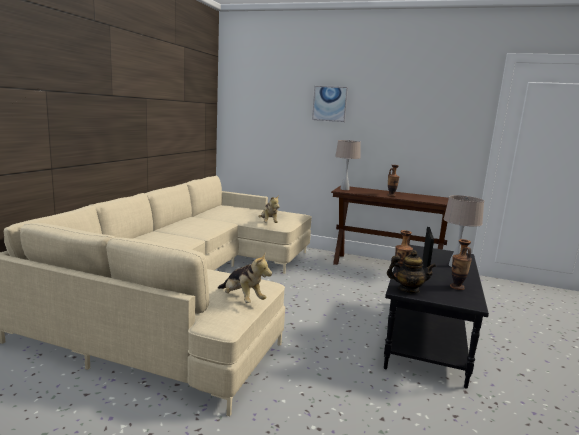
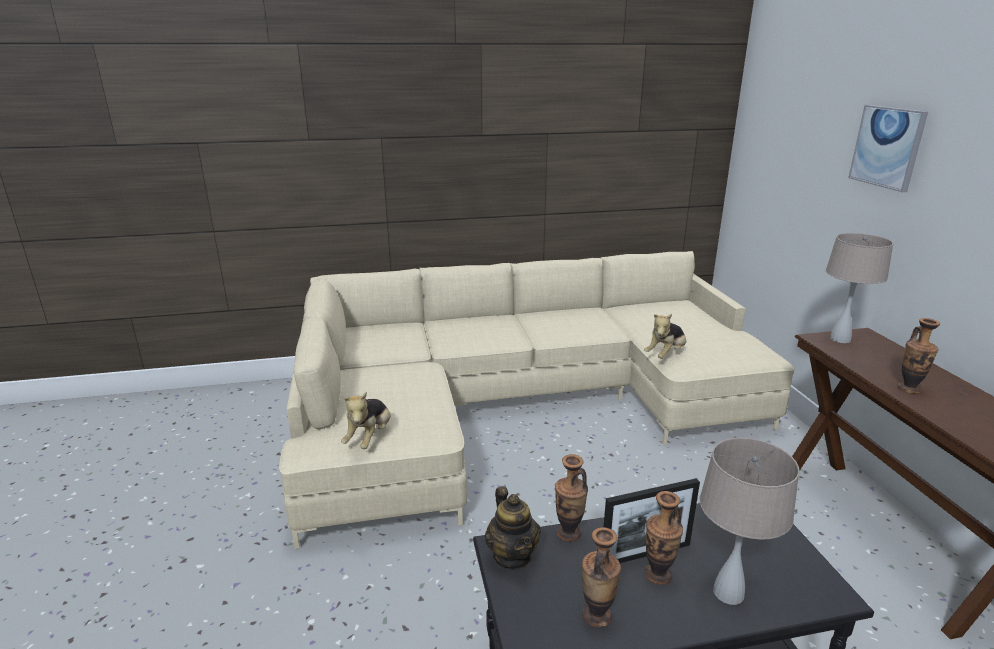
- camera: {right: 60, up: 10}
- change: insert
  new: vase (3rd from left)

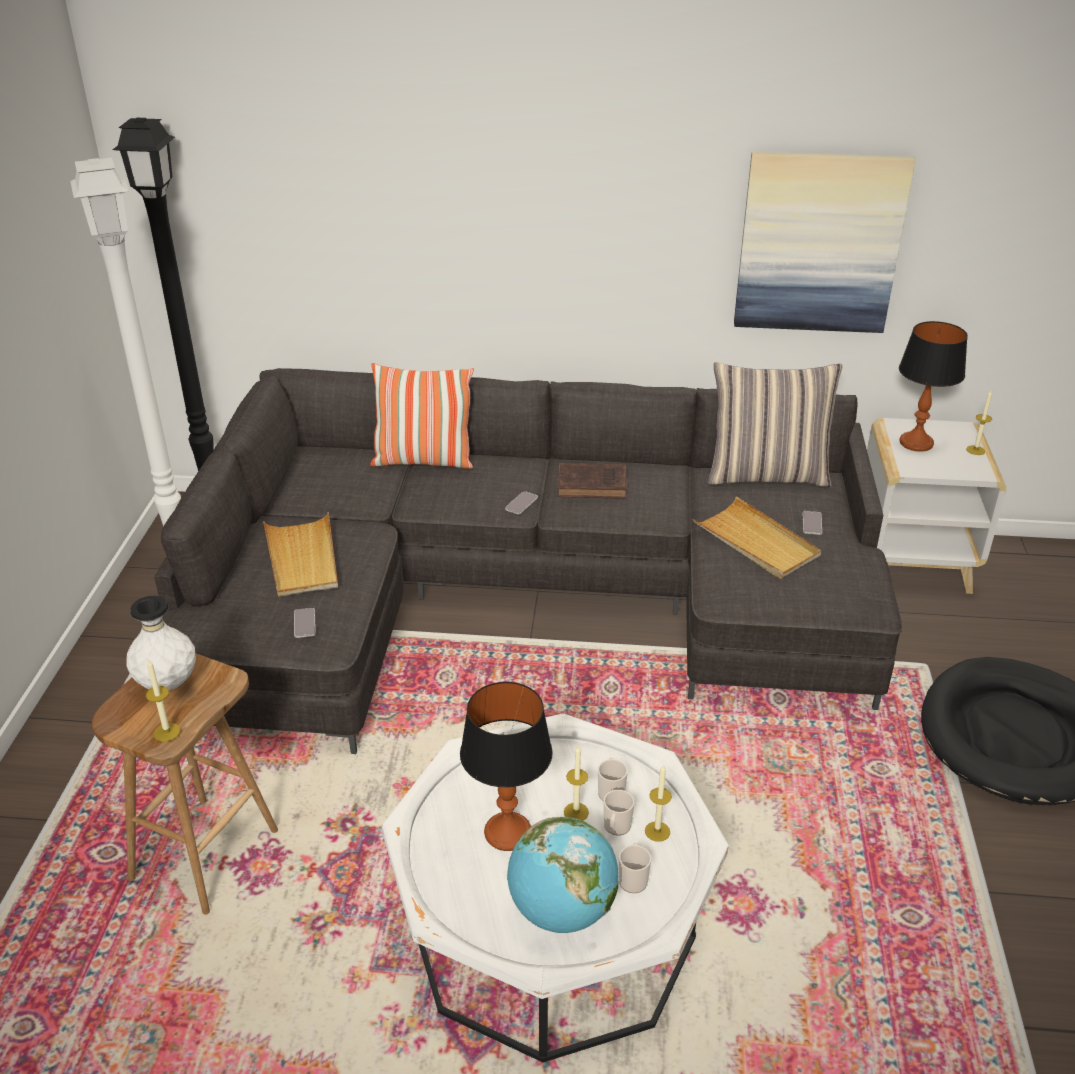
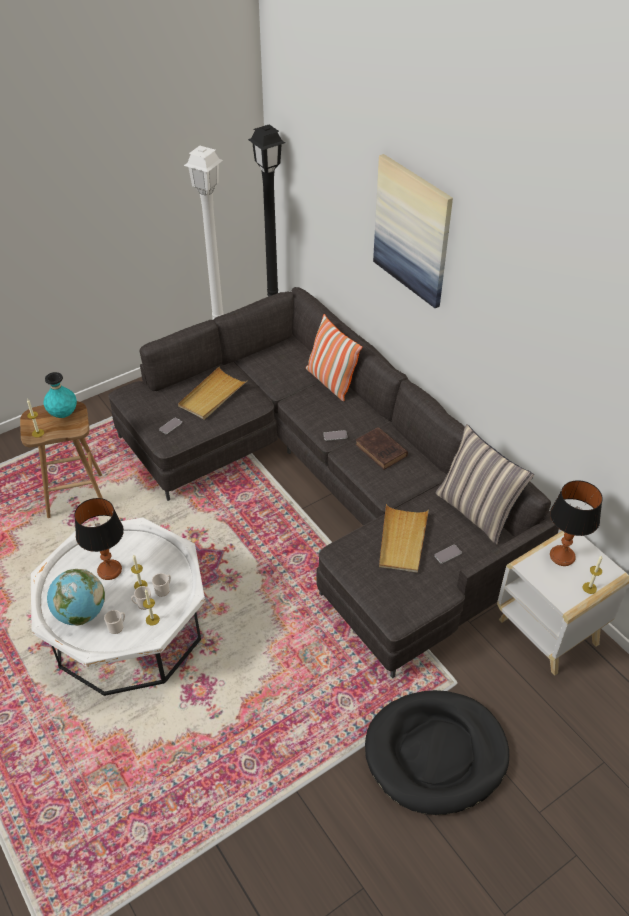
- camera: {right: 50, up: 10}
- change: move
  old: tableau
- change: recolor
  old: vase/blanc
  new: vase/turquoise

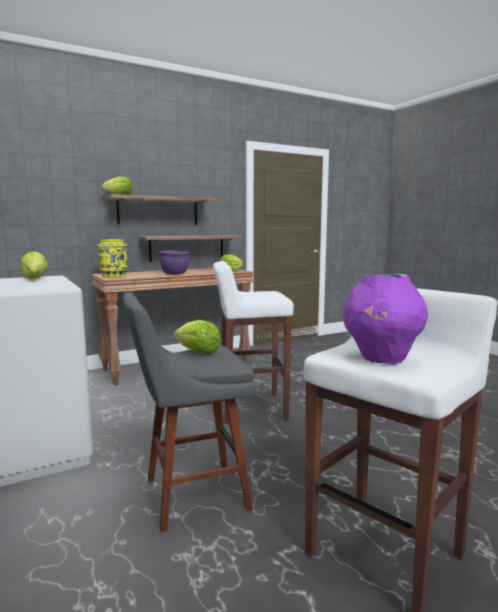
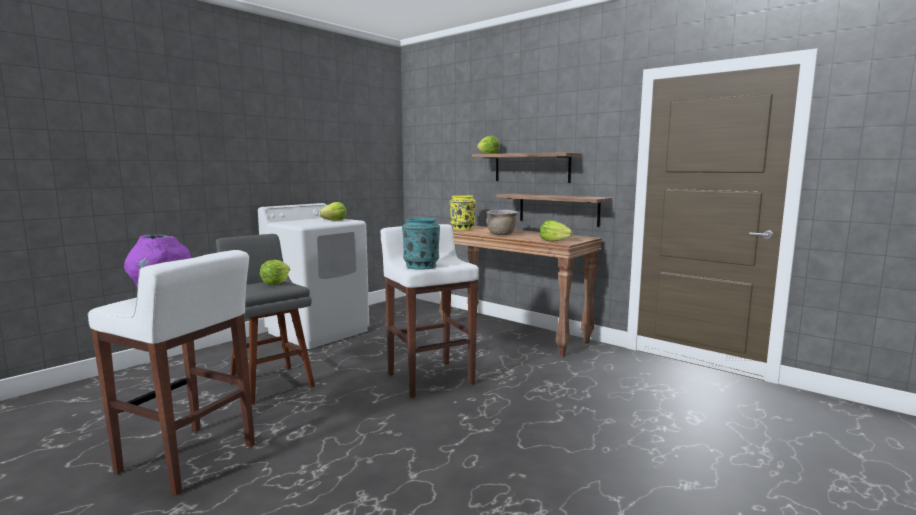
- camera: {right: 70, up: 0}
- change: insert
  new: vase/turquoise
- change: recolor
  old: marmite/violet
  new: marmite/marron

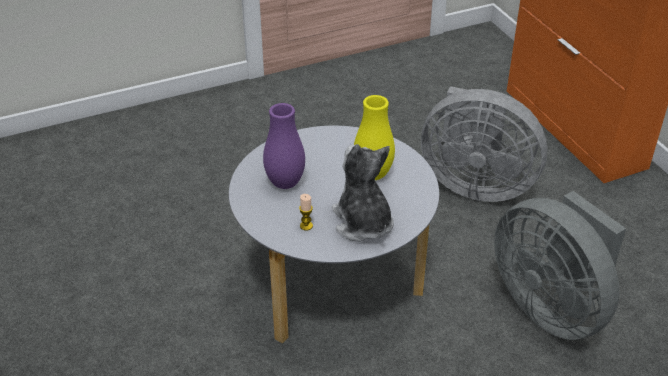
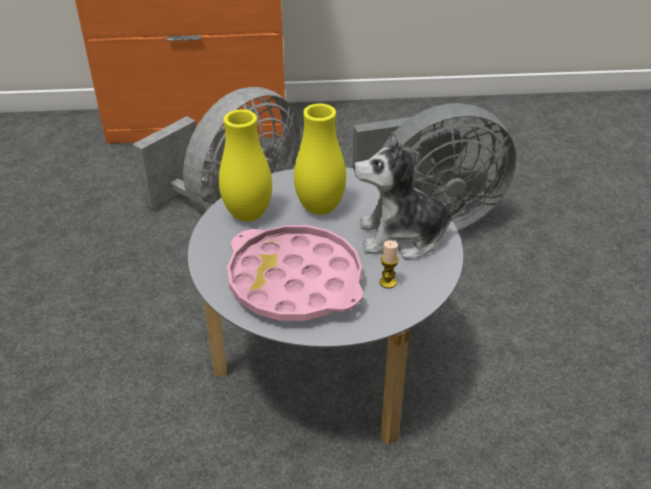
- camera: {right: -70, up: 0}
- change: insert
  new: vase/jaune (1st from left)
- change: replace
  old: vase/violet
  new: plateau/rose

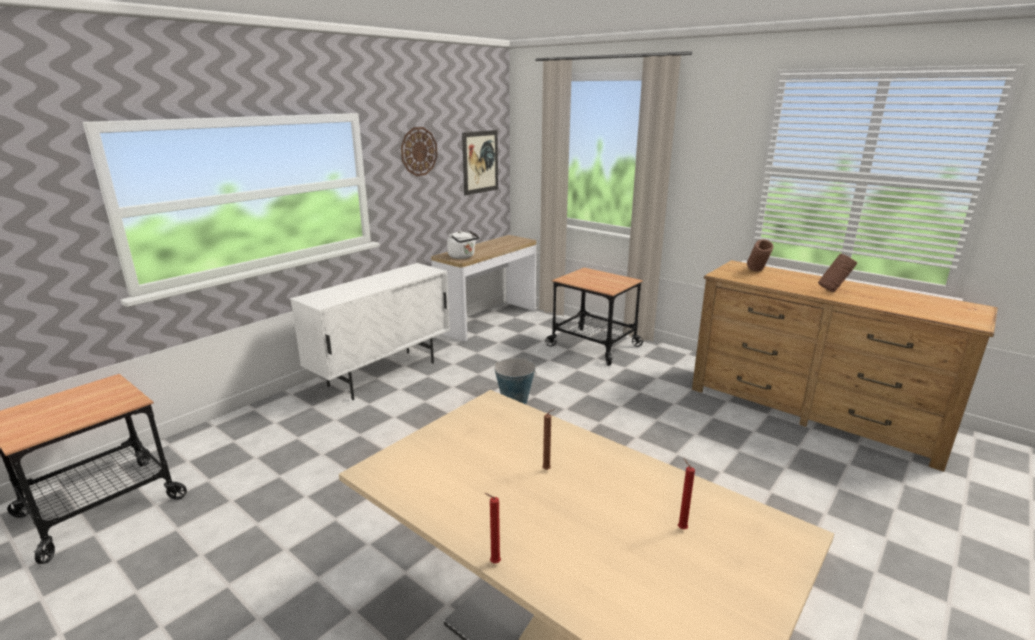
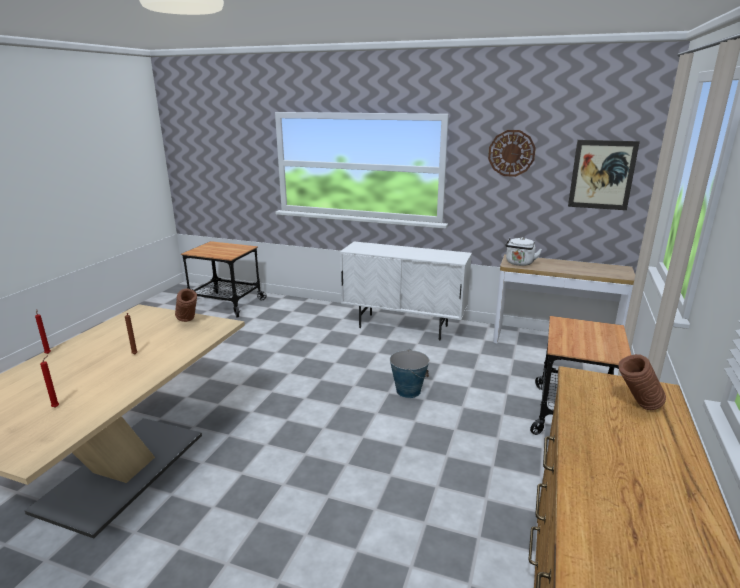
- camera: {right: 70, up: 0}
- change: move
  old: vase/marron (2nd from left in the first image)
  new: vase/marron (1st from left)

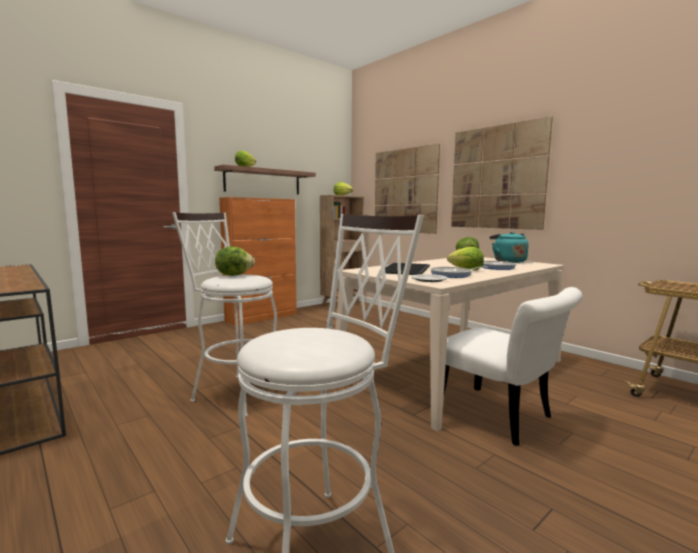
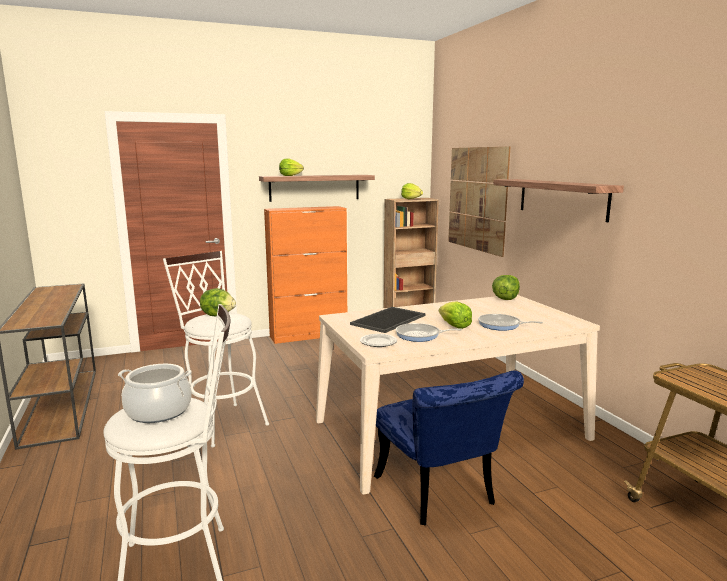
- camera: {right: 20, up: 5}
- change: delete
  old: bouilloire/turquoise
- change: insert
  new: marmite
- change: replace
  old: tableau (2nd from left)
  new: étagère (2nd from left)
- change: recolor
  old: chaise/blanc
  new: chaise/bleu

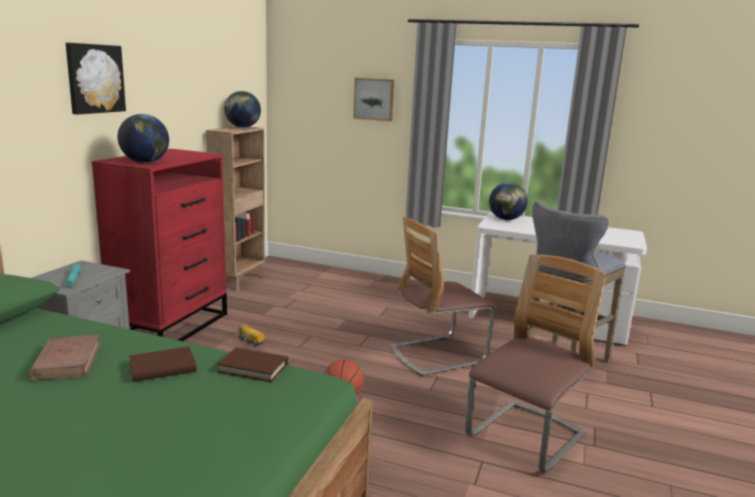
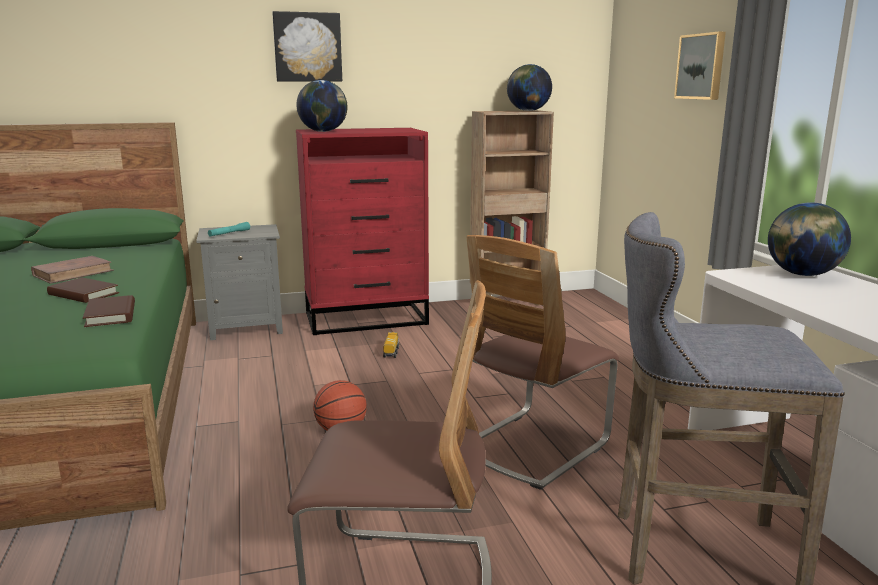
- camera: {right: 55, up: 0}
- change: rotate
  old: chaise (1st from left in the first image)
  degrees: -75

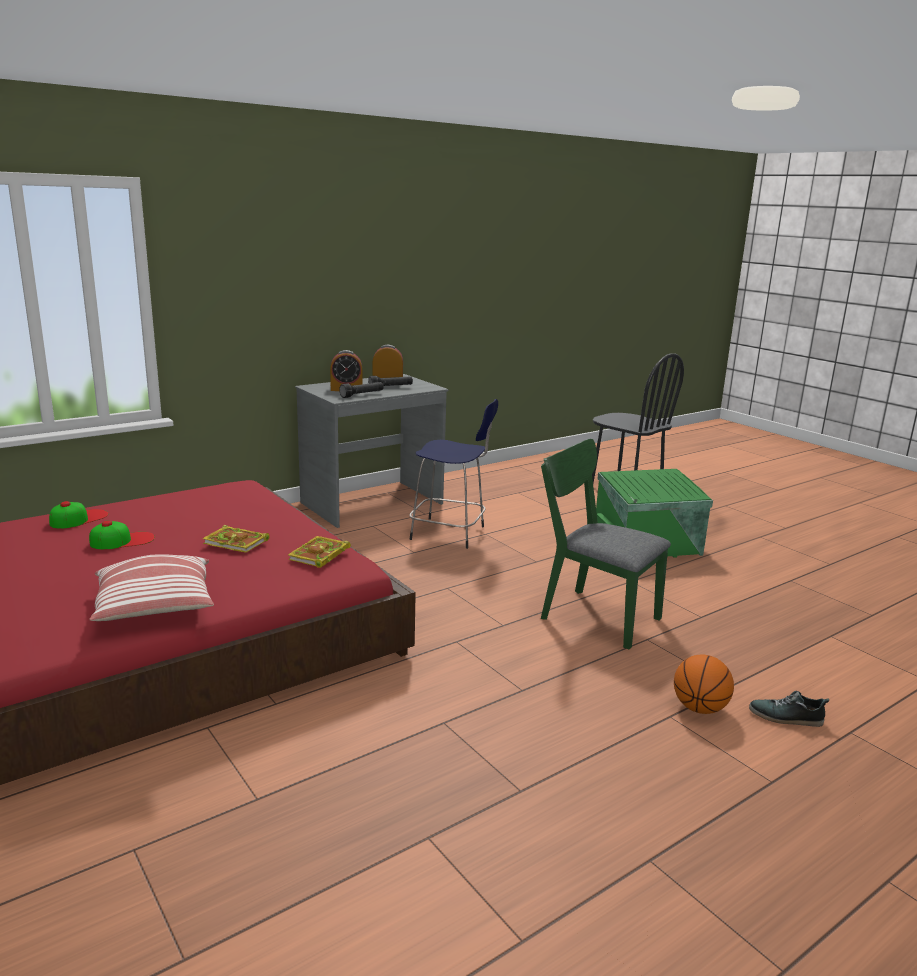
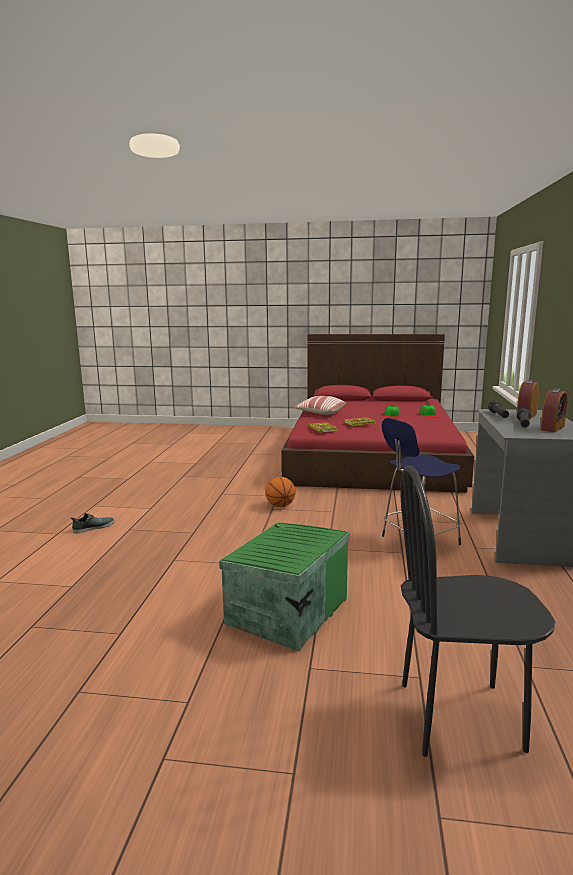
- camera: {right: 135, up: -5}
- change: delete
  old: chaise/vert
- change: move
  old: ballon de basket

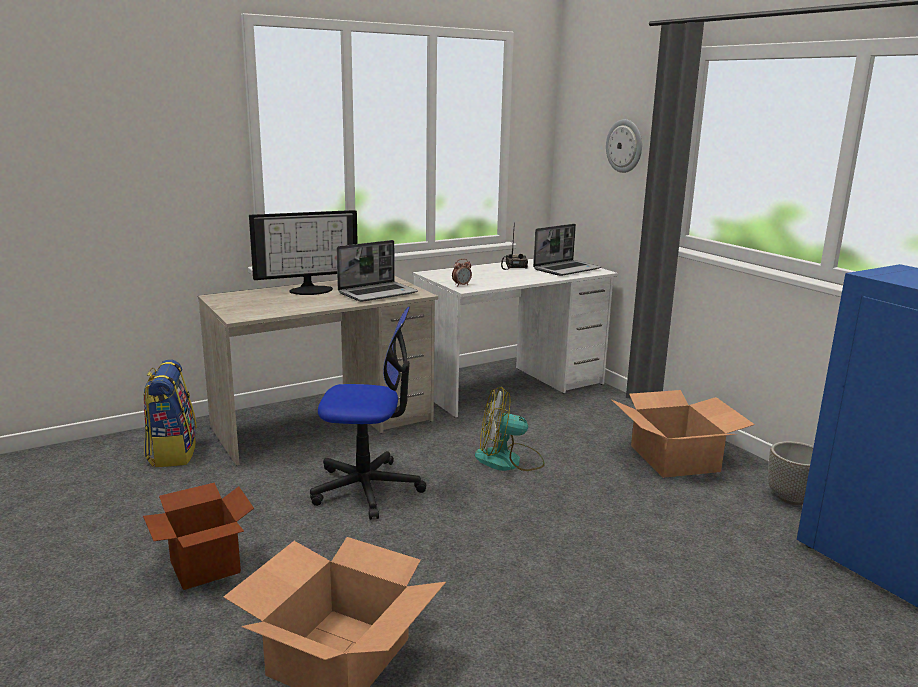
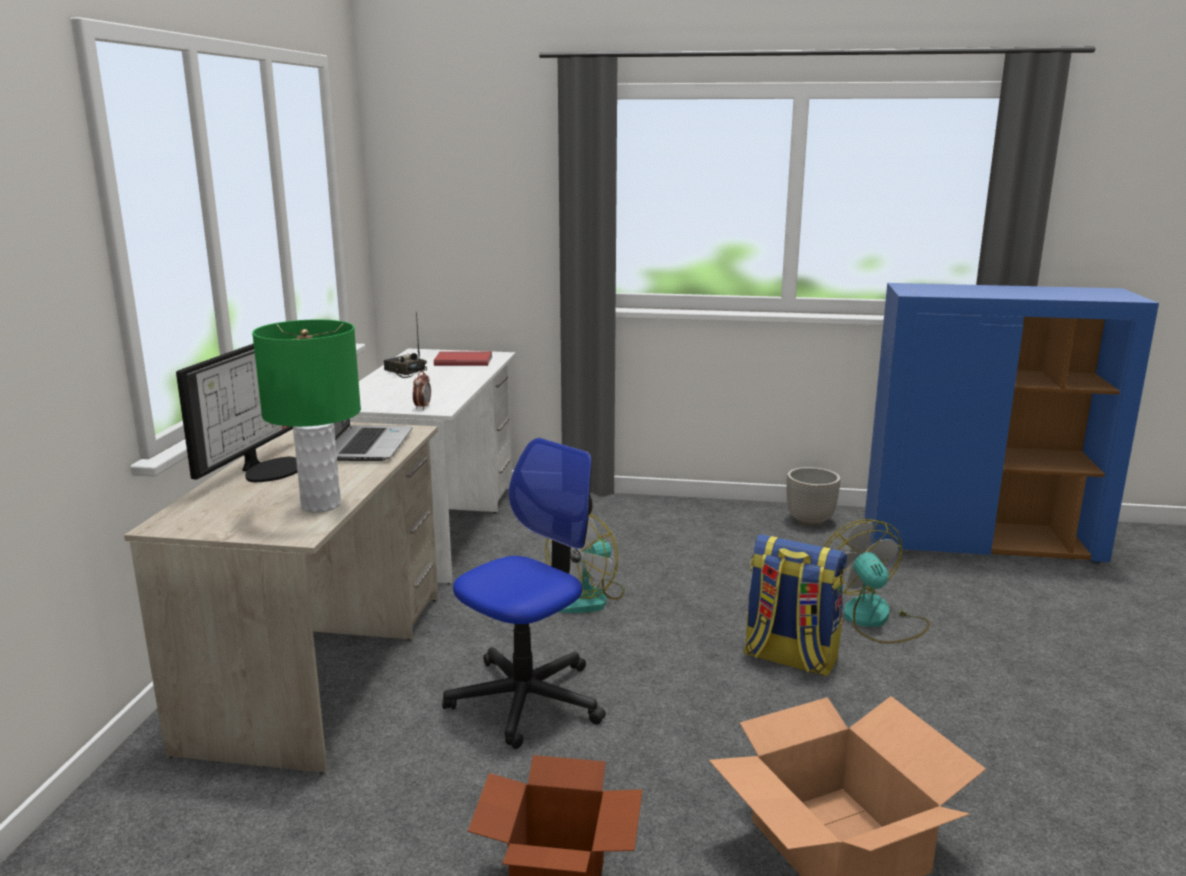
- camera: {right: -50, up: 0}
- change: delete
  old: horloge murale
- change: delete
  old: carton (3rd from left)
- change: insert
  new: lampe de table/vert
- change: insert
  new: ventilateur (2nd from left)
- change: move
  old: sac à dos
- change: replace
  old: ordinateur portable (2nd from left)
  new: livre/rouge

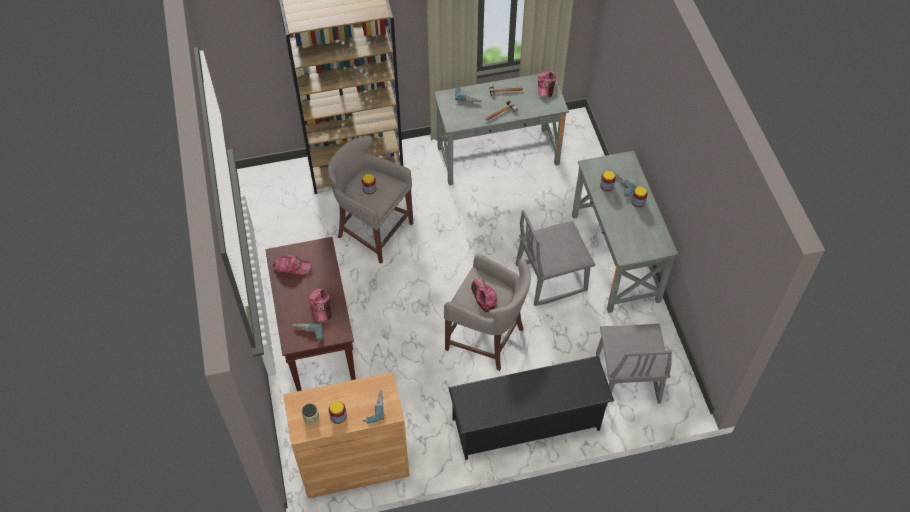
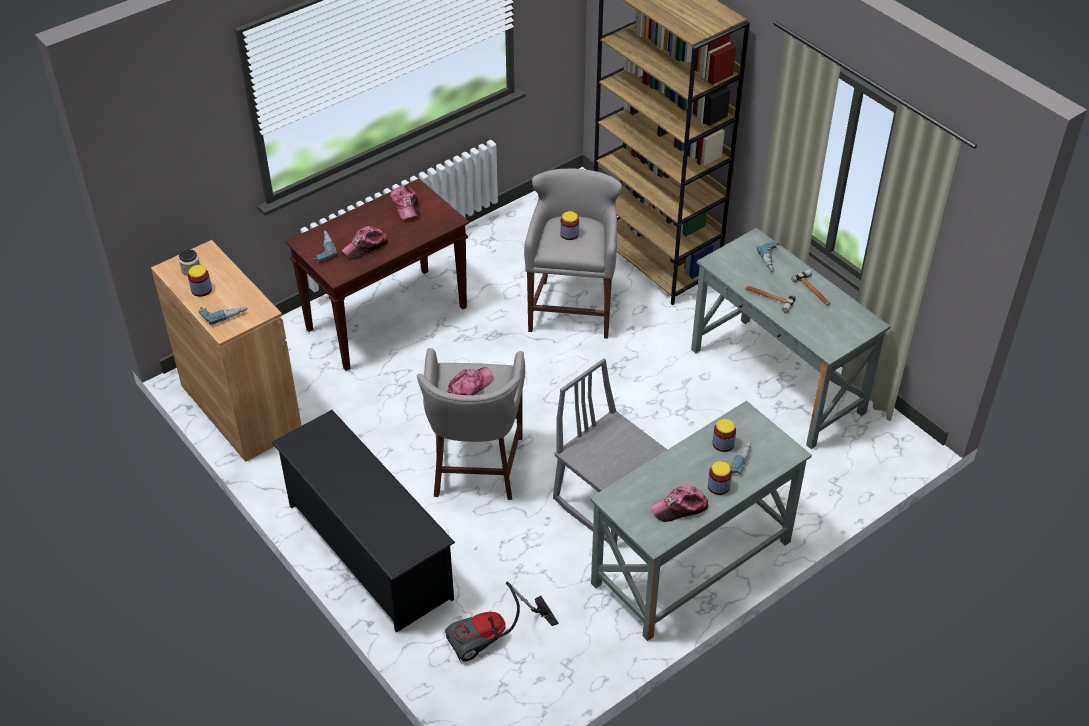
- camera: {right: 65, up: -10}
- change: move
  old: casquette (4th from left)
- change: replace
  old: chaise/gris (2nd from left)
  new: aspirateur

